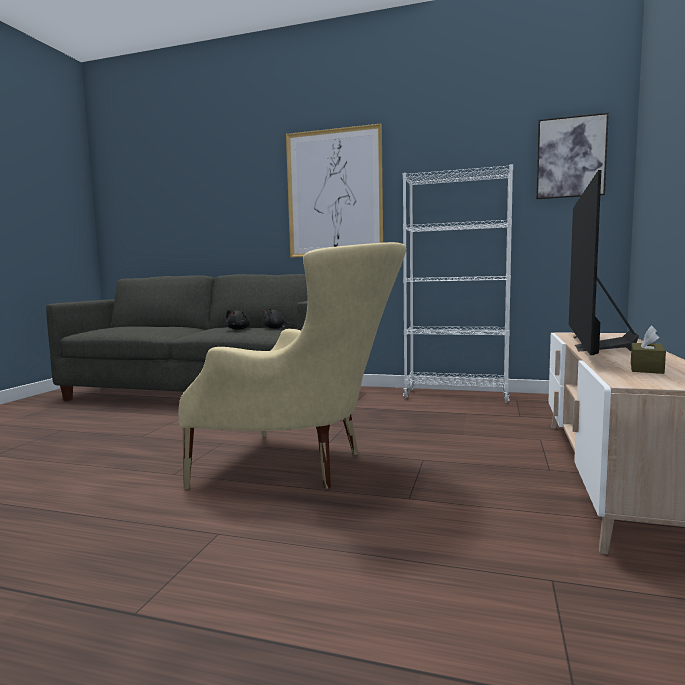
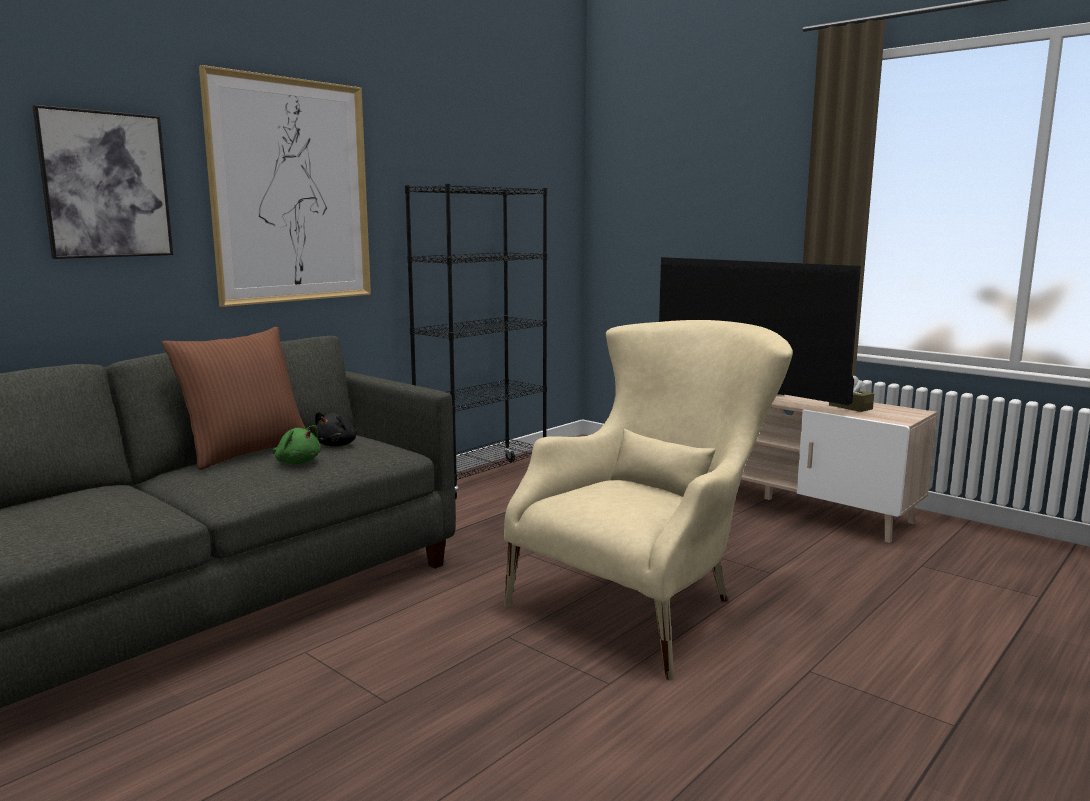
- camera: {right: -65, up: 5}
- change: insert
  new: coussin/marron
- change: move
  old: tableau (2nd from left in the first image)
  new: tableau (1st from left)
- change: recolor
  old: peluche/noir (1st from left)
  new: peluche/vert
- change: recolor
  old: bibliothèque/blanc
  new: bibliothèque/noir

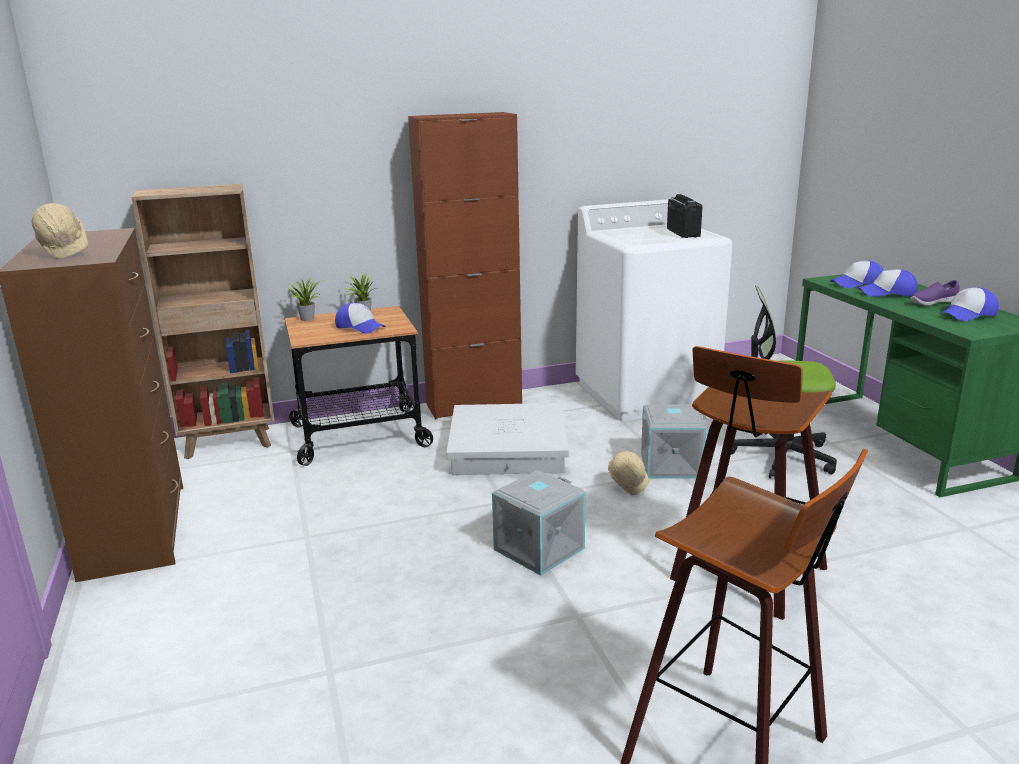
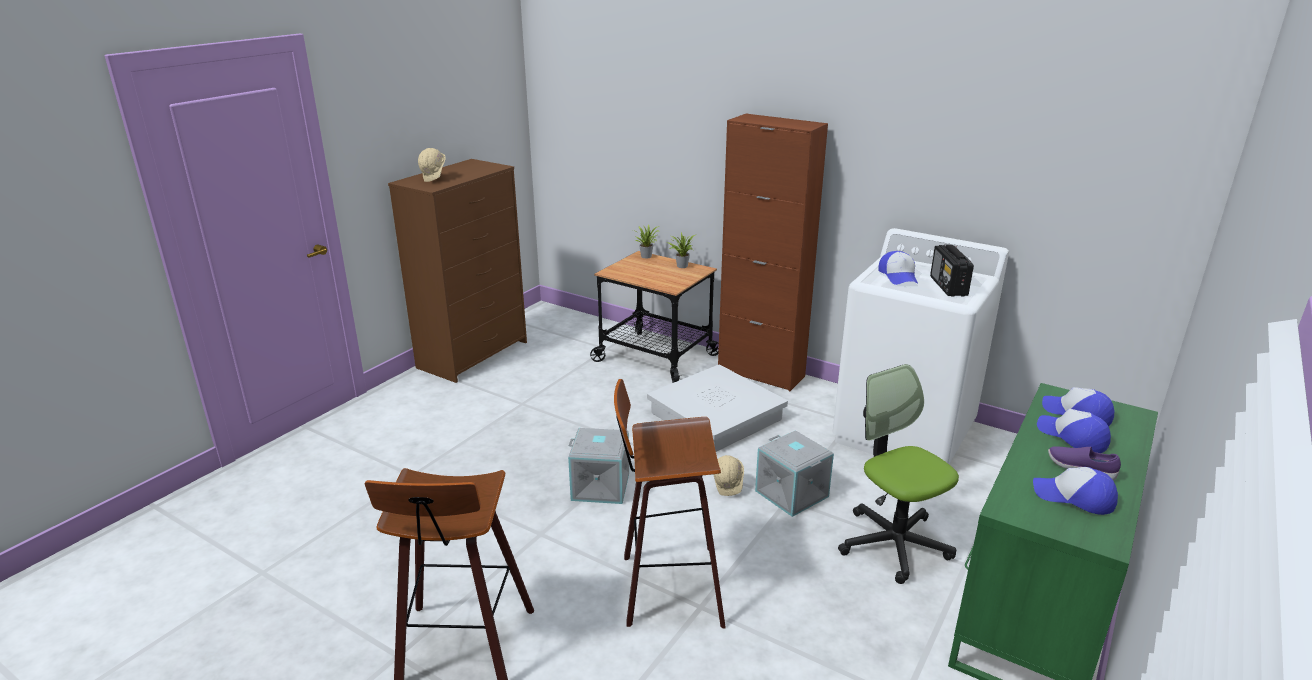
- camera: {right: 50, up: 5}
- change: delete
  old: bibliothèque/marron
- change: move
  old: casquette (1st from left)
- change: rotate
  old: radio
  degrees: 135

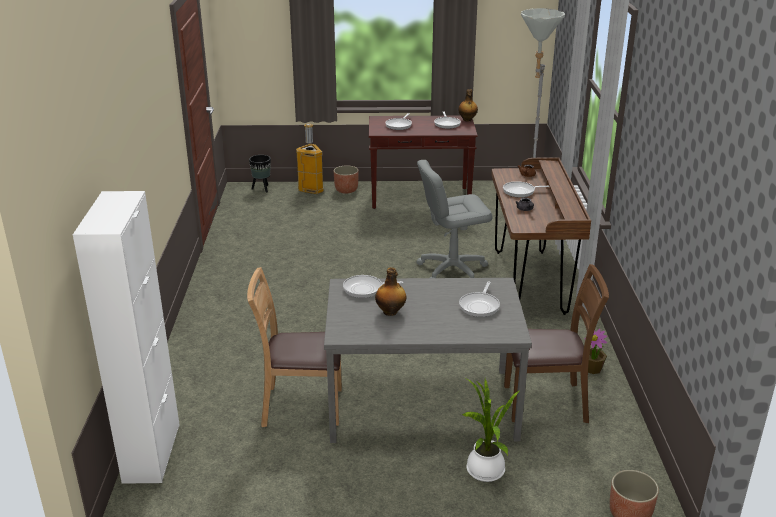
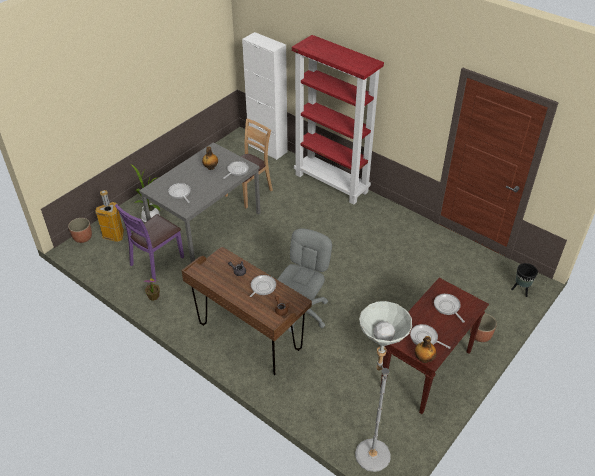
- camera: {right: 130, up: 15}
- change: insert
  new: bibliothèque/rouge
- change: move
  old: poubelle
- change: recolor
  old: chaise/marron (2nd from left)
  new: chaise/violet

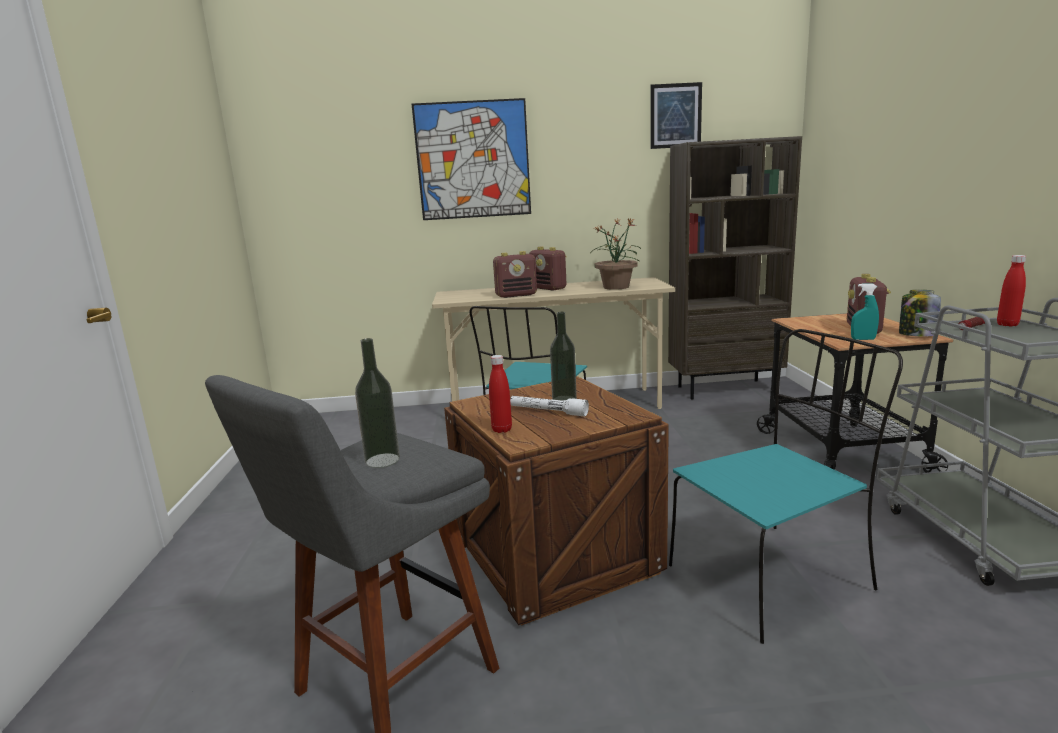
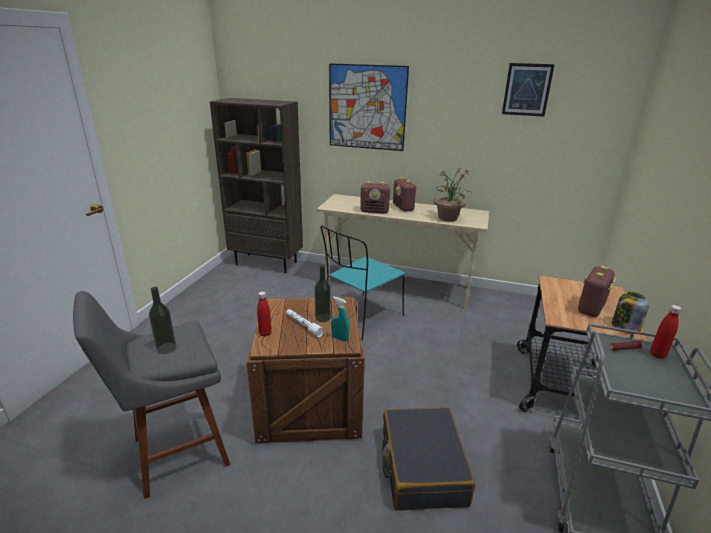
- camera: {right: 20, up: 10}
- change: move
  old: bibliothèque/marron
- change: move
  old: vaporisateur/turquoise
- change: replace
  old: chaise/turquoise (2nd from left)
  new: valise/noir

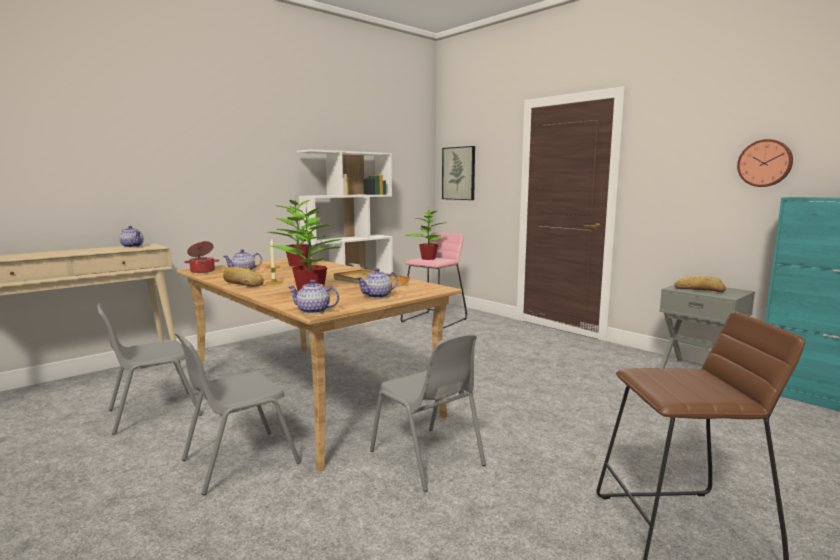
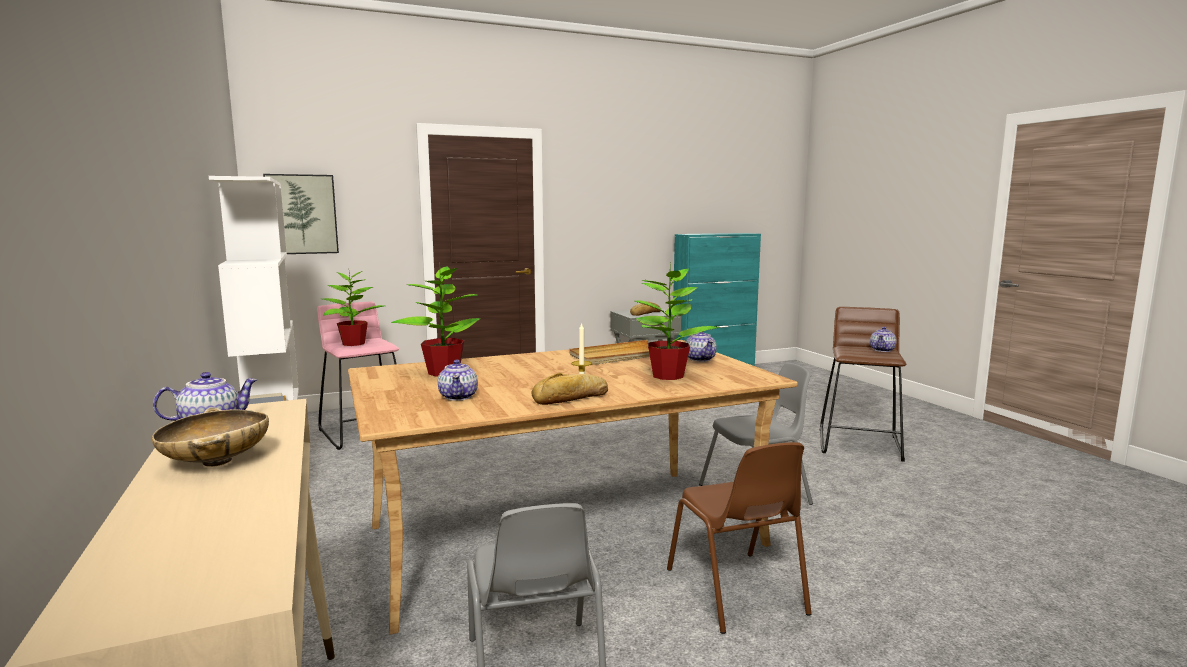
- camera: {right: -70, up: 0}
- change: delete
  old: marmite
- change: delete
  old: horloge murale
- change: insert
  new: bol/beige
- change: move
  old: théière (3rd from left in the first image)
  new: théière (4th from left)
- change: recolor
  old: chaise/gris (2nd from left)
  new: chaise/marron

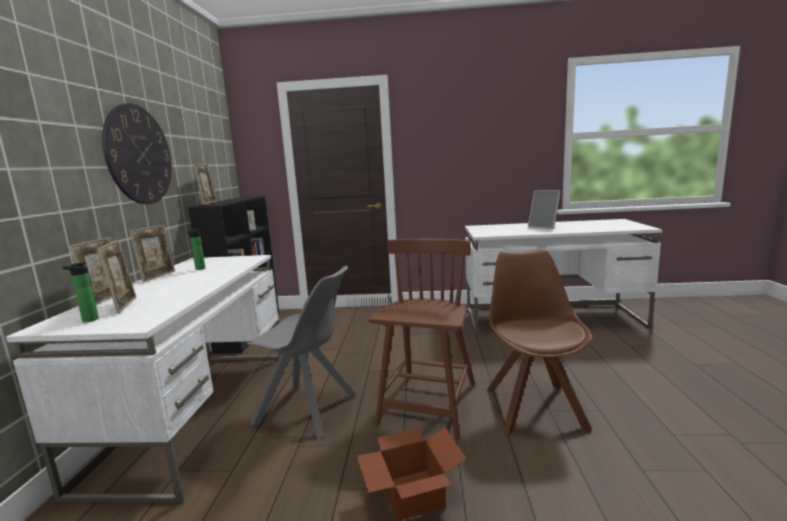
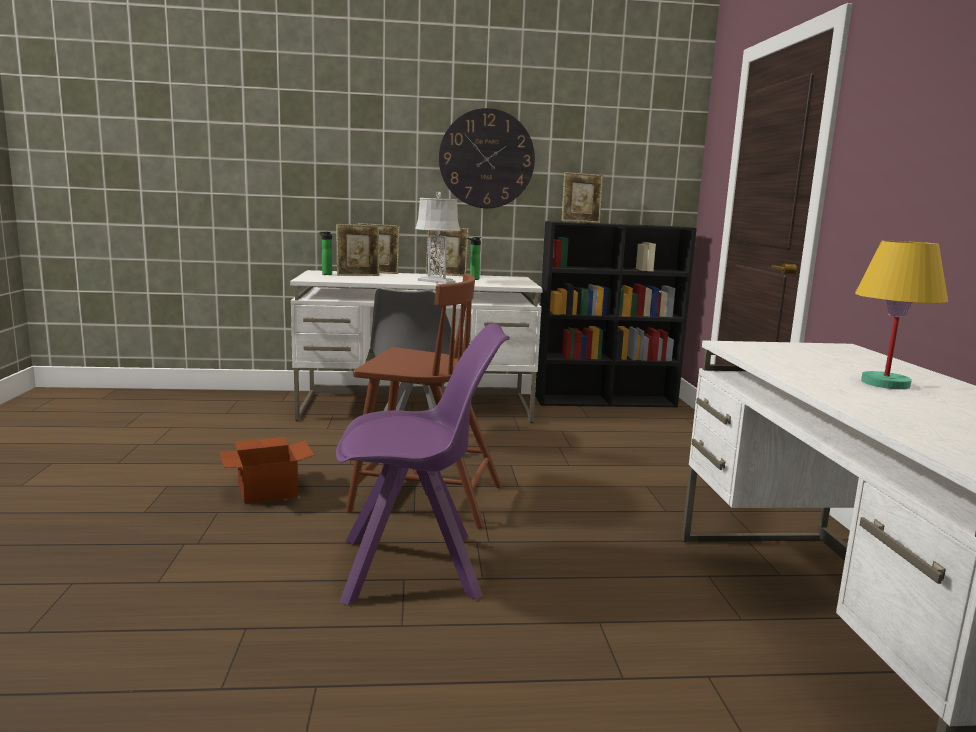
- camera: {right: 80, up: 0}
- change: insert
  new: lampe de table/gris
- change: replace
  old: cadre photo (5th from left)
  new: lampe de table/jaune
- change: recolor
  old: chaise/marron (2nd from left)
  new: chaise/violet

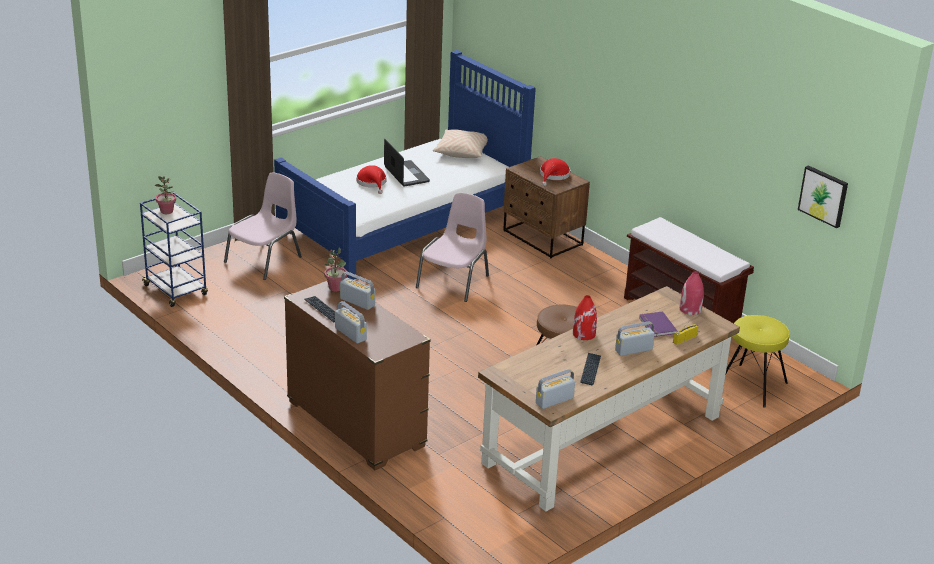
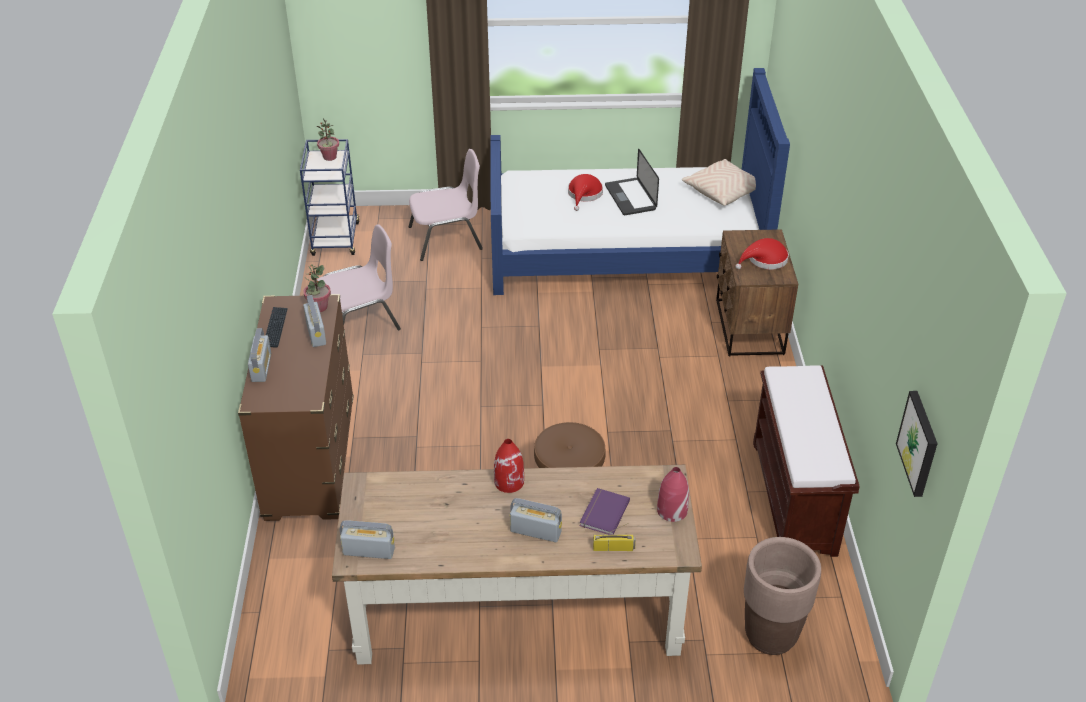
- camera: {right: 40, up: 10}
- change: delete
  old: clavier (2nd from left)
- change: move
  old: chaise/rose (2nd from left in the first image)
  new: chaise/rose (1st from left)
- change: replace
  old: tabouret/jaune
  new: cache-pot/marron
- change: rotate
  old: ordinateur portable
  degrees: 150

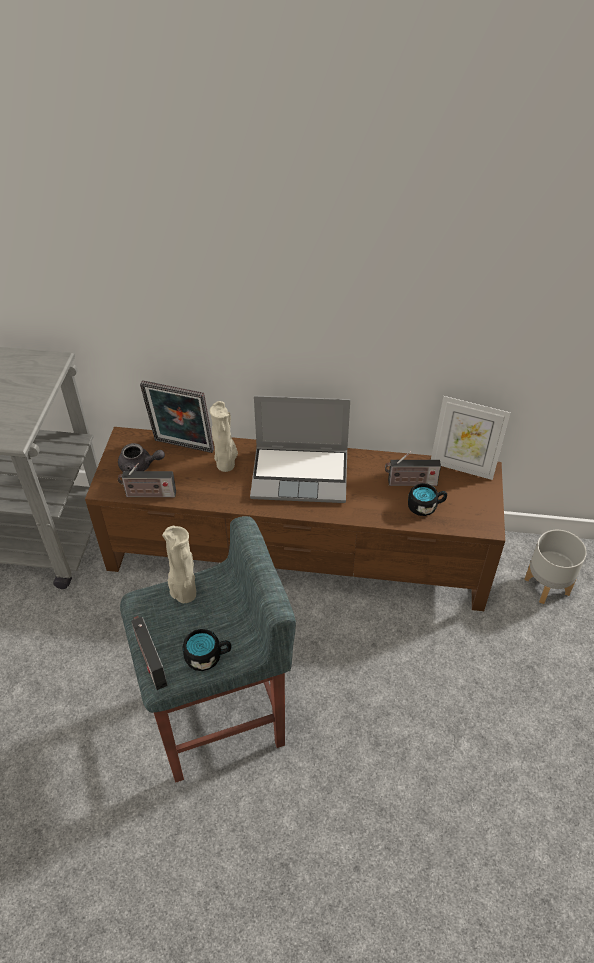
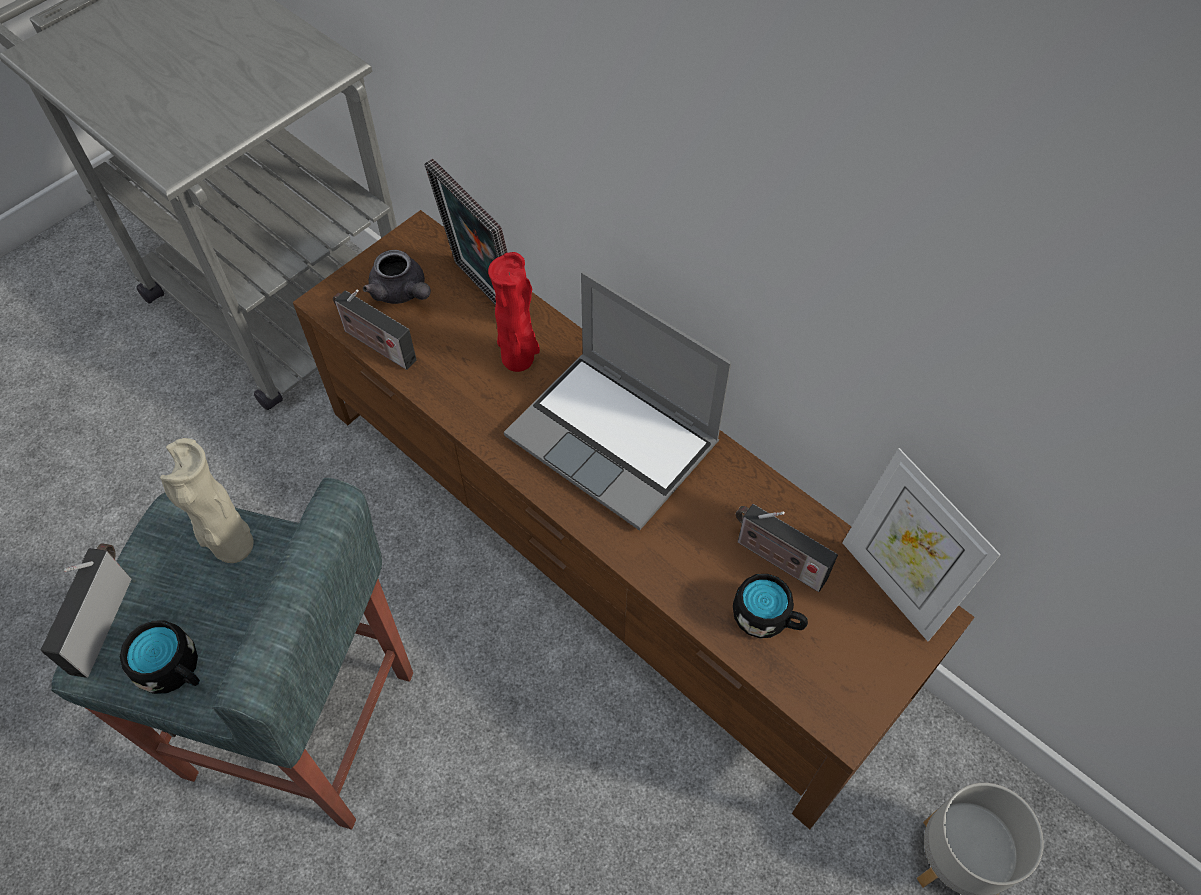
- camera: {right: 35, up: 10}
- change: recolor
  old: vase/beige (2nd from left)
  new: vase/rouge

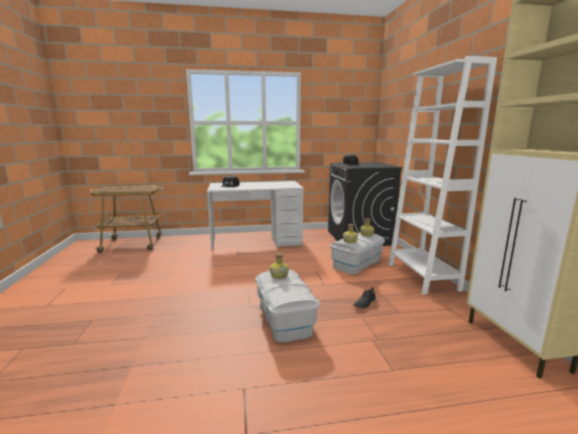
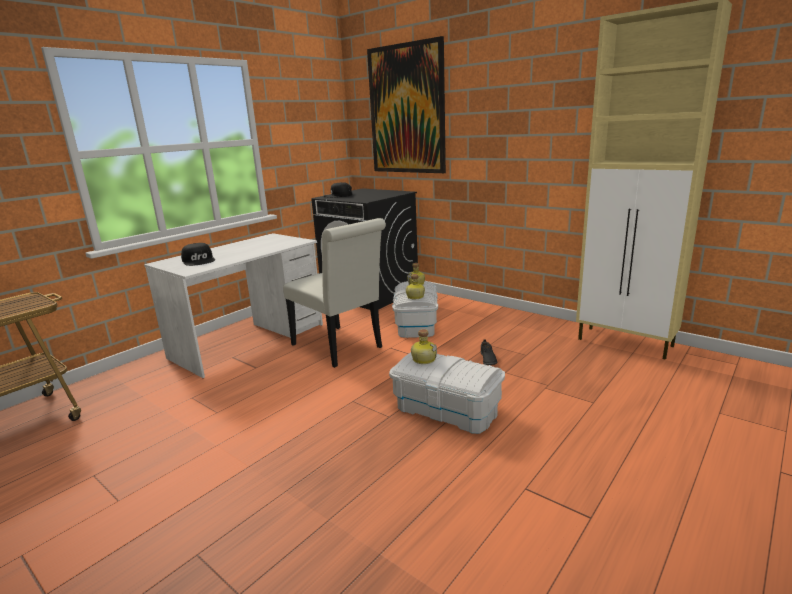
- camera: {right: -40, up: 5}
- change: delete
  old: bibliothèque/blanc
- change: insert
  new: chaise/blanc
- change: insert
  new: tableau

